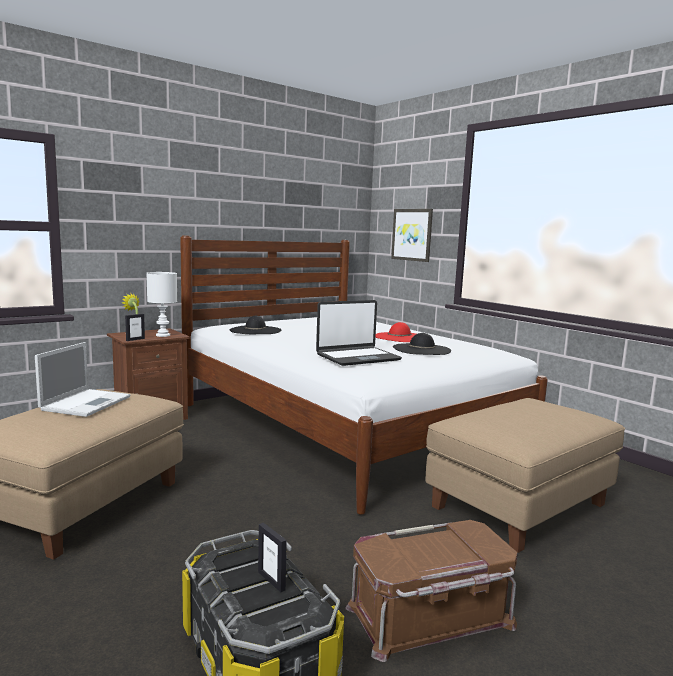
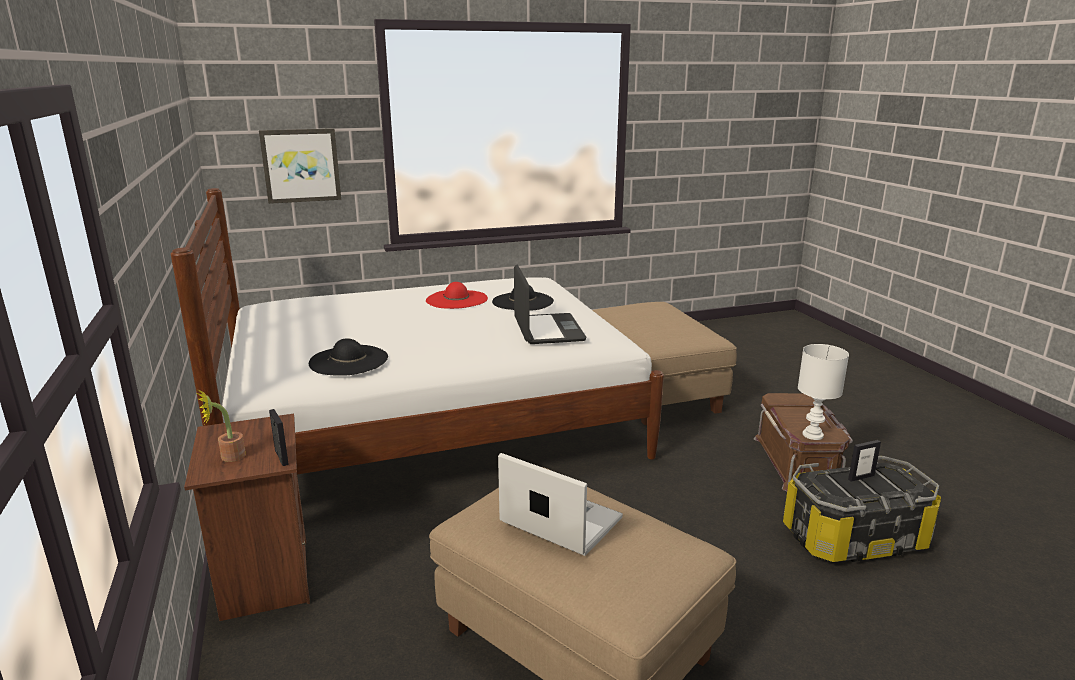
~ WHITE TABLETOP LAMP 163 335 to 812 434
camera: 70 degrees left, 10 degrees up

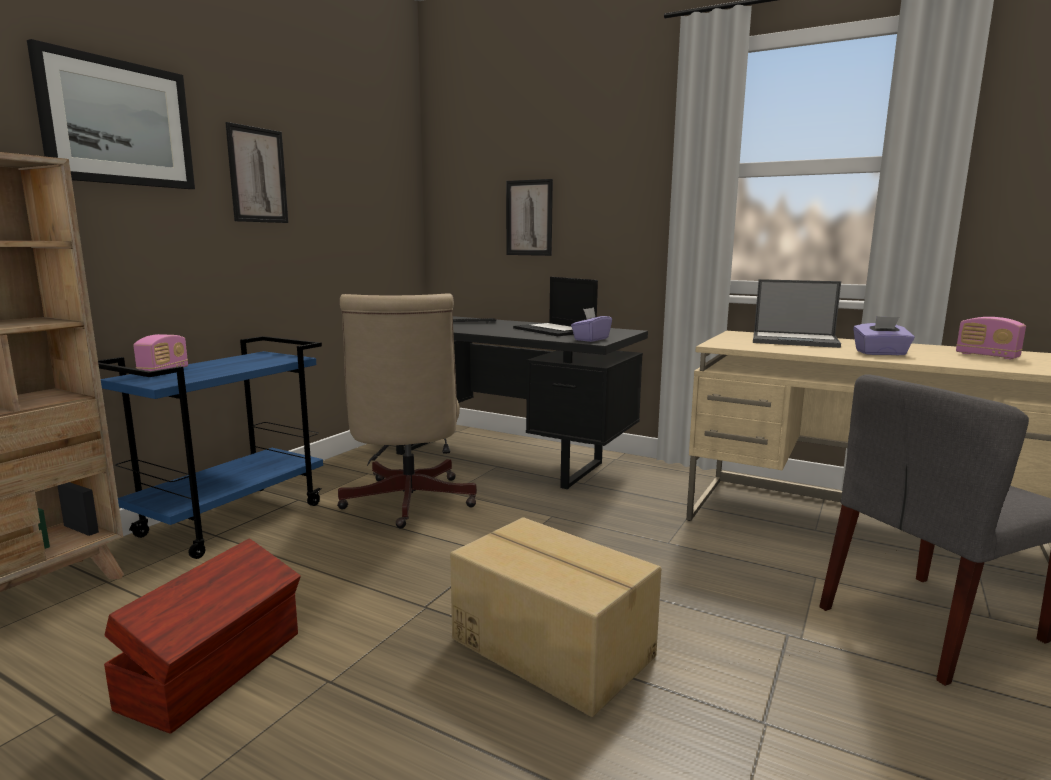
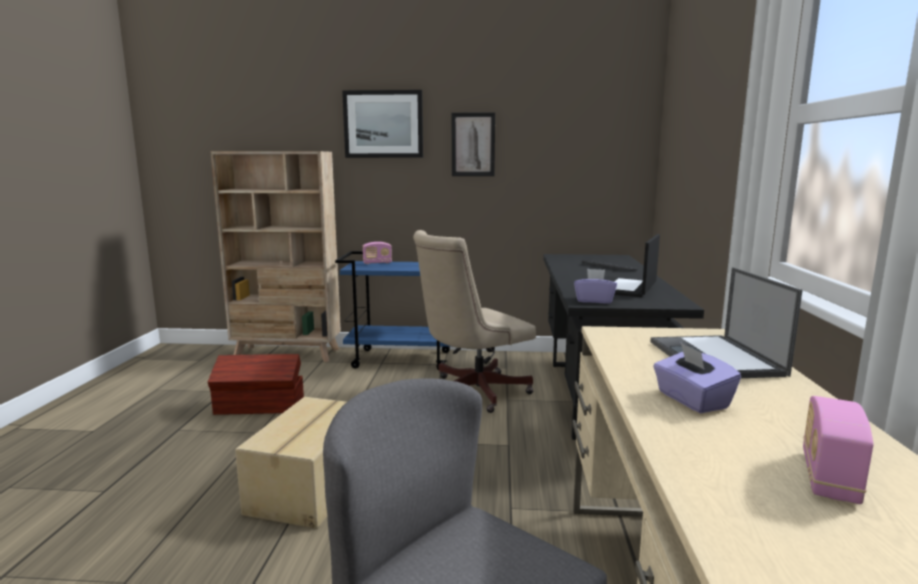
- PICTURE 529 218
camera: 65 degrees right, 0 degrees up

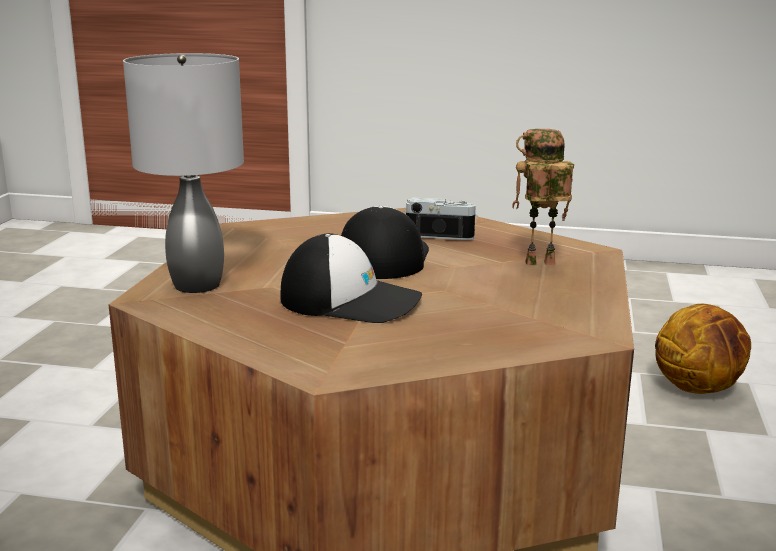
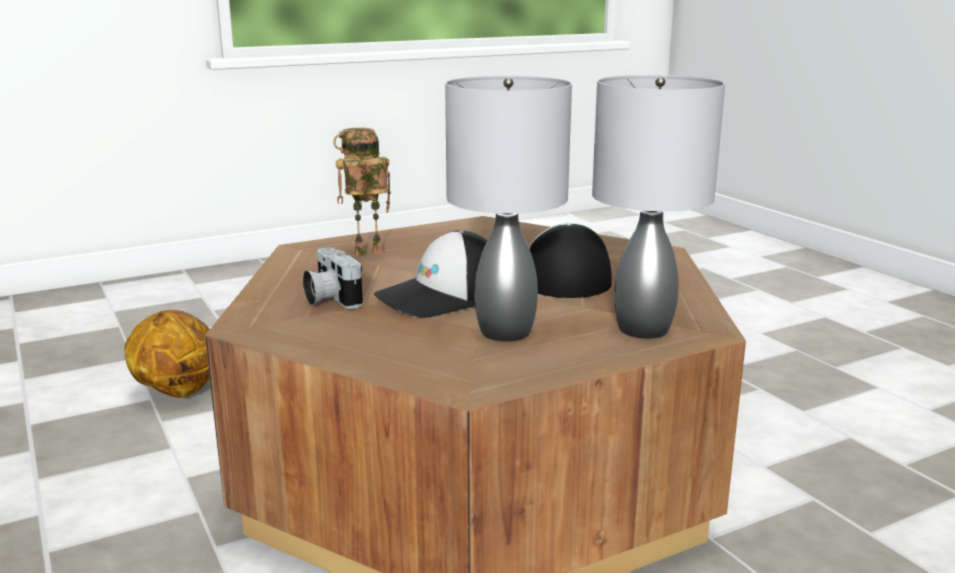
~ ROBOT FIGURE 538 264 = 366 254 120 degrees clockwise
+ GRAY TABLETOP LAMP 505 332
camera: 130 degrees left, 0 degrees up

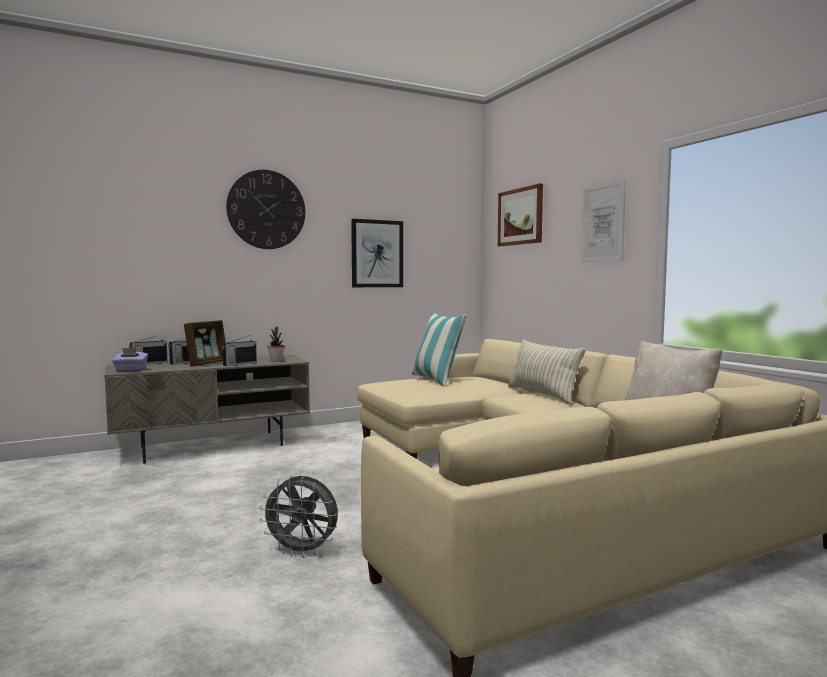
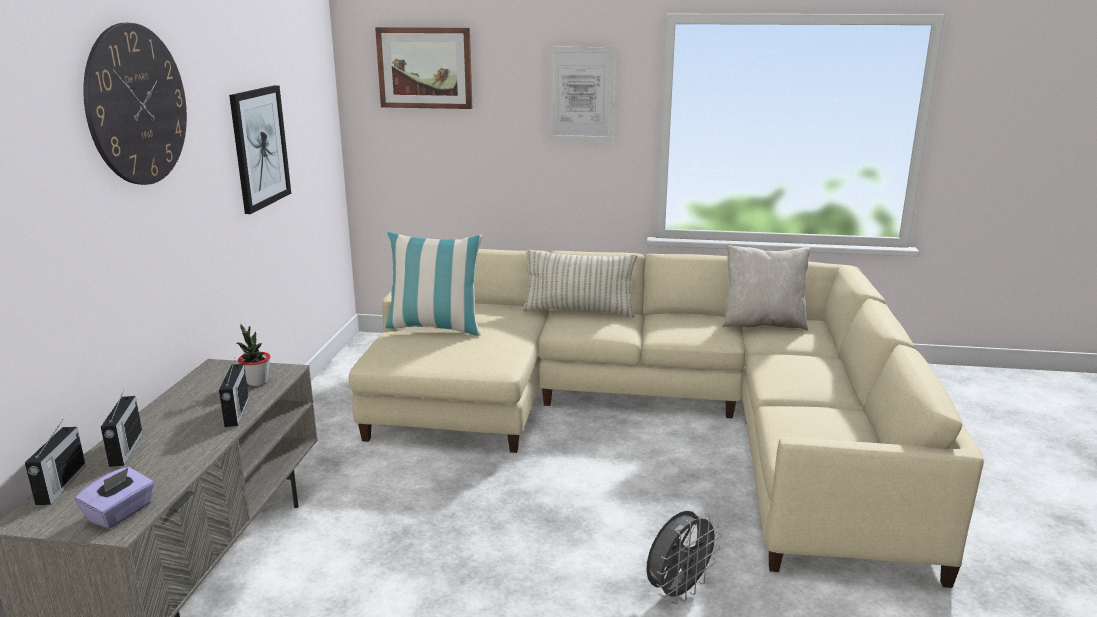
- PICTURE FRAME 207 364
camera: 55 degrees left, 15 degrees up

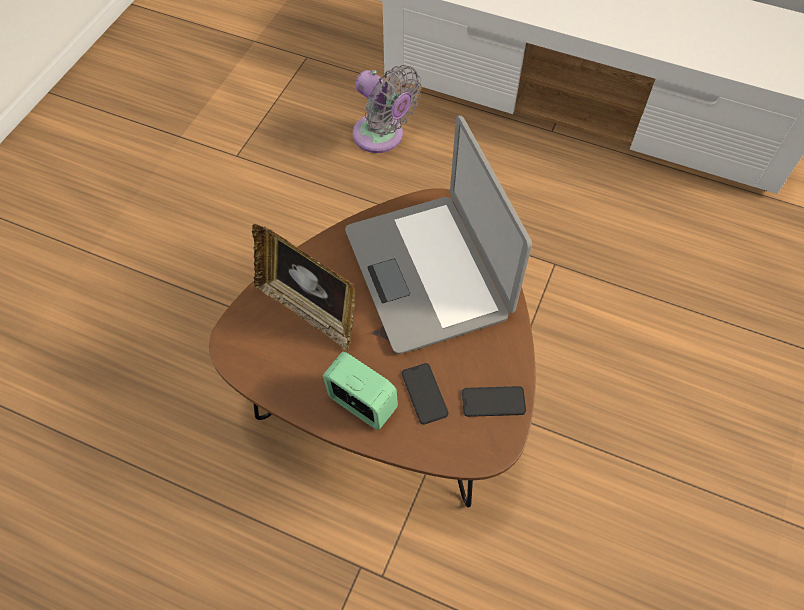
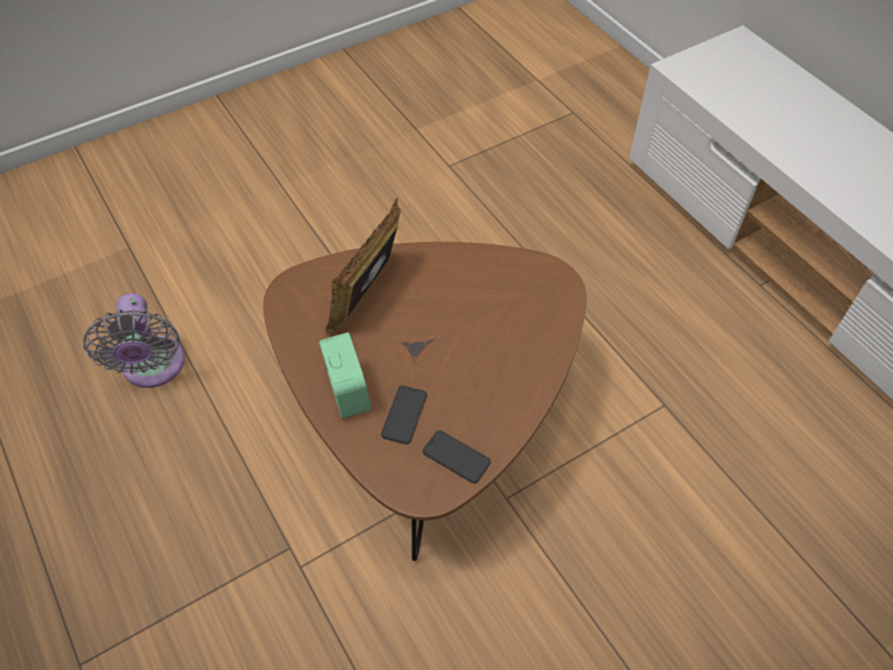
~ PICTURE FRAME 309 310 = 368 296 45 degrees clockwise
- LAPTOP 428 272
~ GRAY FAN 382 137 to 153 368
camera: 35 degrees right, 5 degrees down

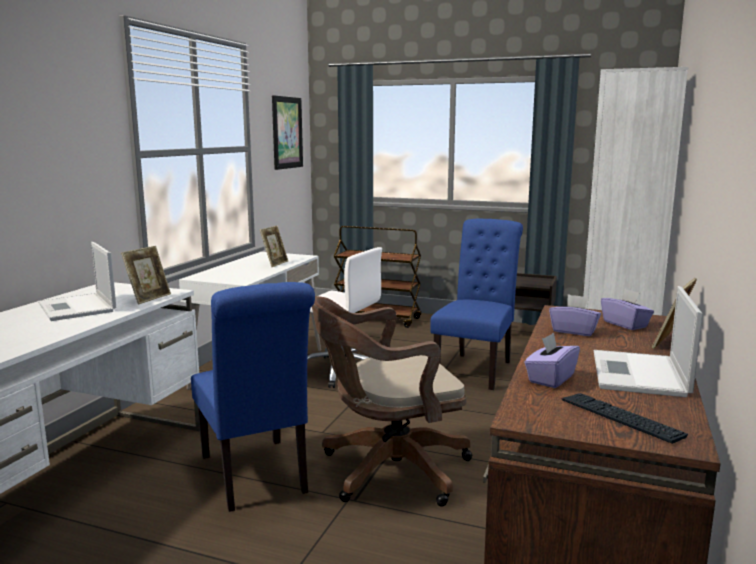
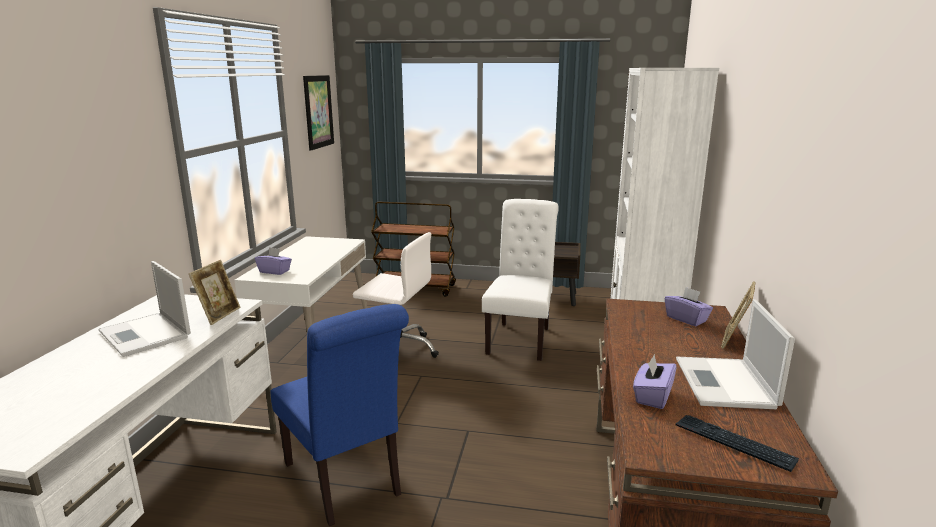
- PICTURE FRAME 275 264
- BROWNISH COMPUTER CHAIR 387 470
~ BLUE-COLOURED UPRIGHT CHAIR 476 369 to WHITE UPRIGHT CHAIR 520 338
~ PURPLISH BOX OF TISSUES 574 331 to 274 271
camera: 10 degrees left, 5 degrees up

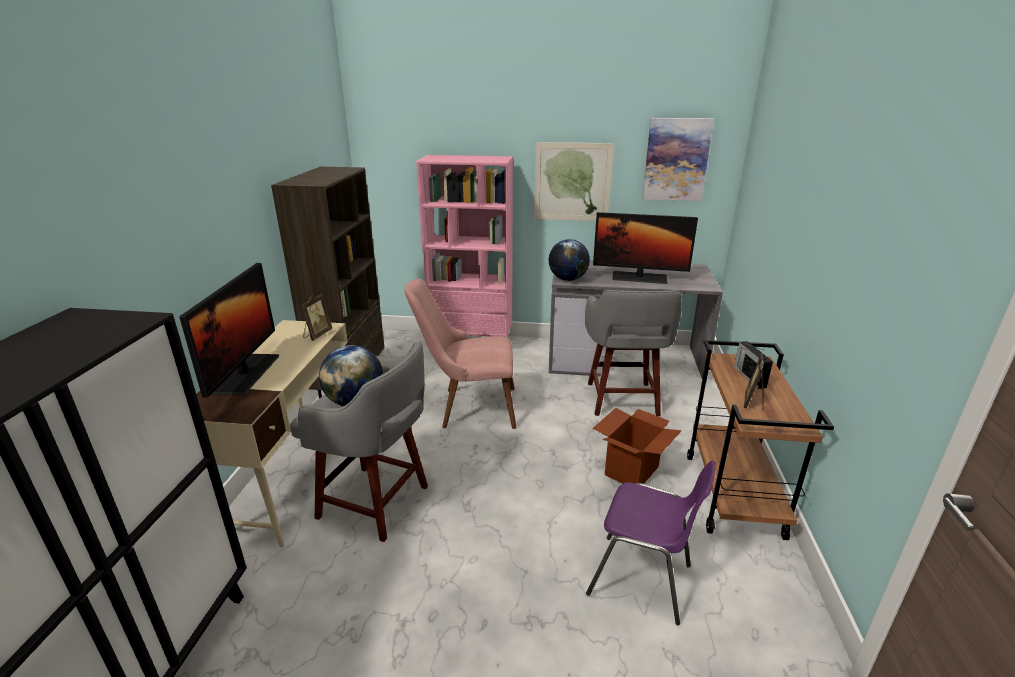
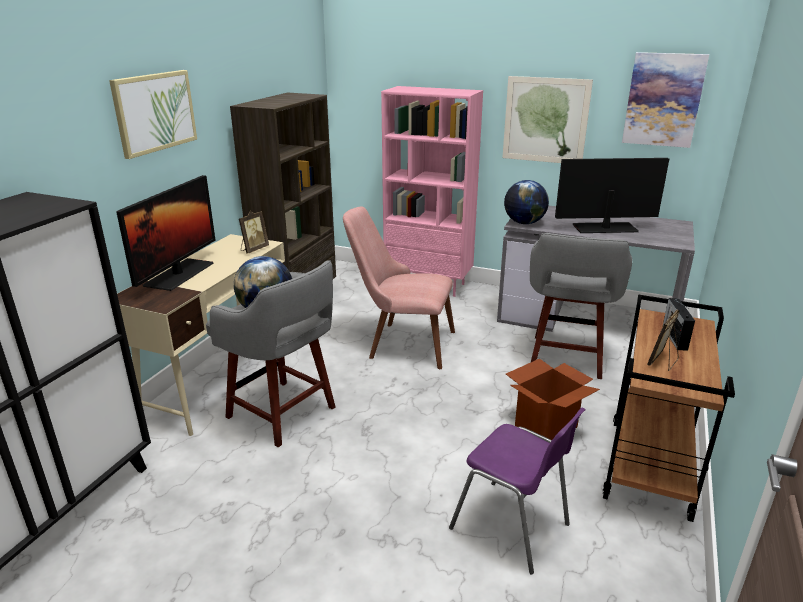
~ MONITOR 639 277 = 604 228 150 degrees clockwise
+ PICTURE 155 112
camera: 15 degrees right, 0 degrees up

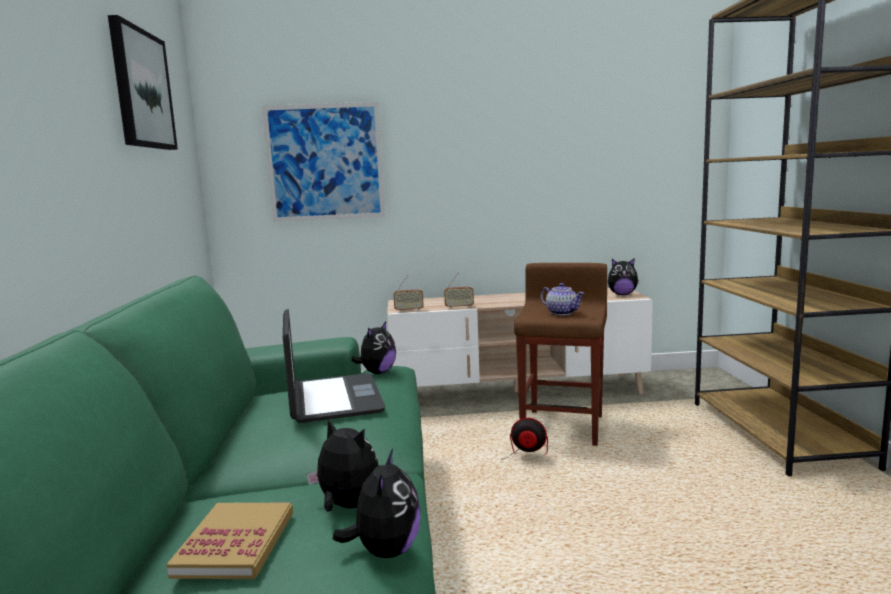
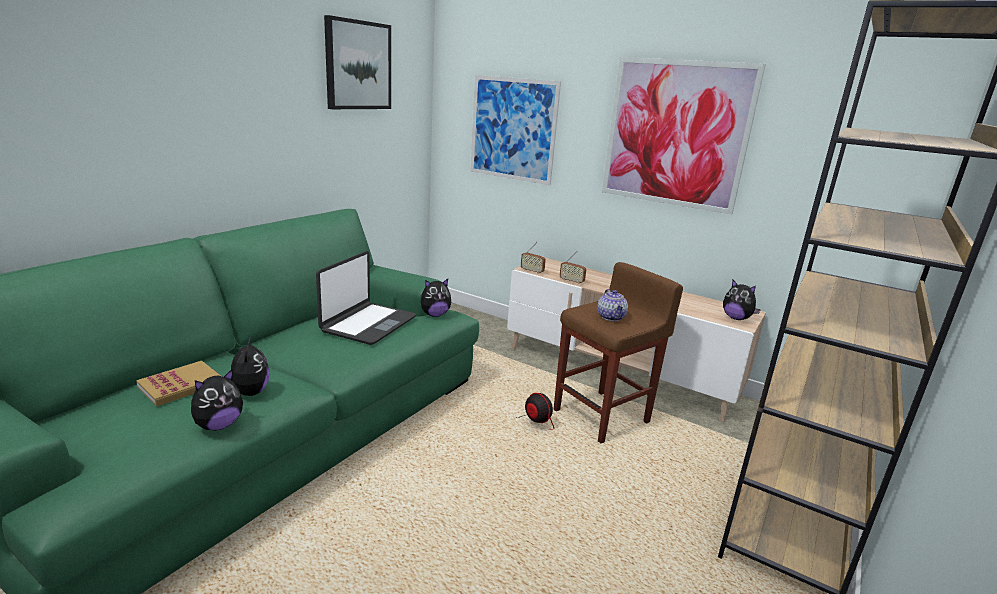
+ PICTURE 676 134
camera: 35 degrees right, 10 degrees up

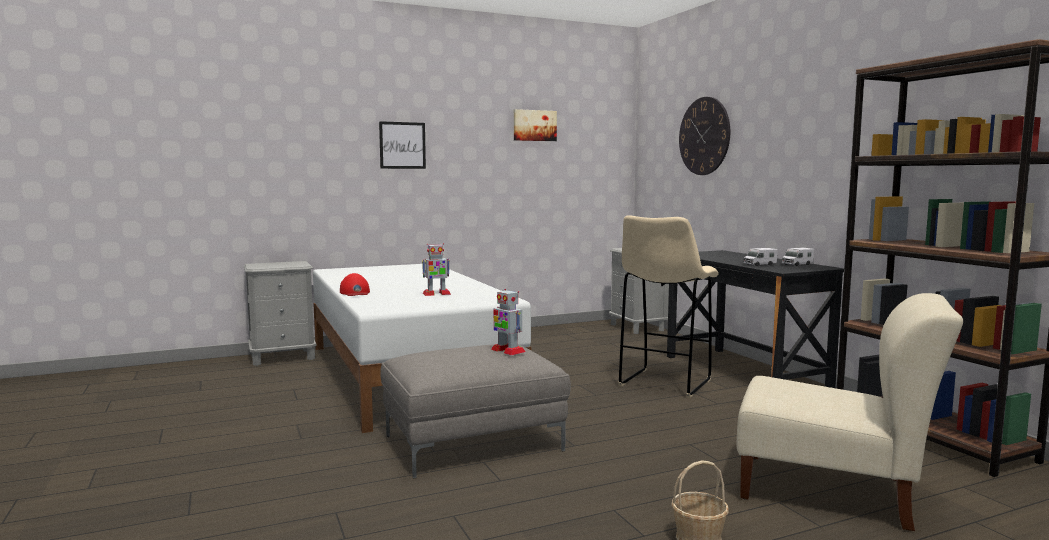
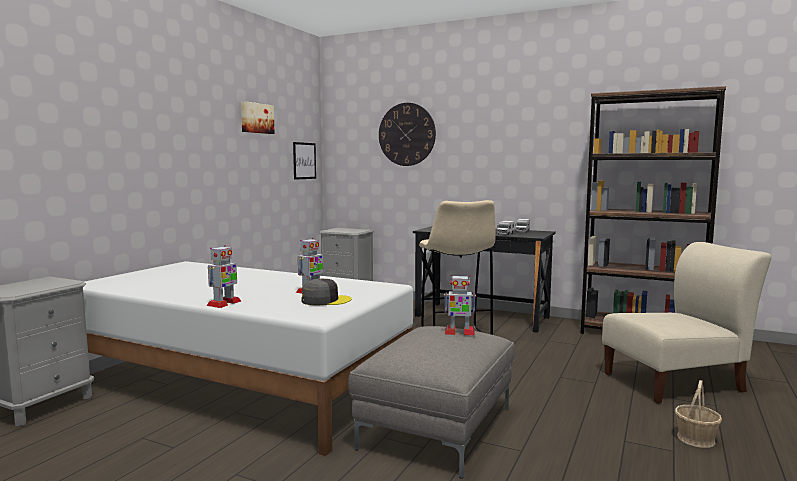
~ RED-COLOURED CAP 355 292 to ROBOT FIGURE 224 303
~ PICTURE 402 145 to 304 160
+ GRAY CAP 325 300
camera: 40 degrees left, 0 degrees up

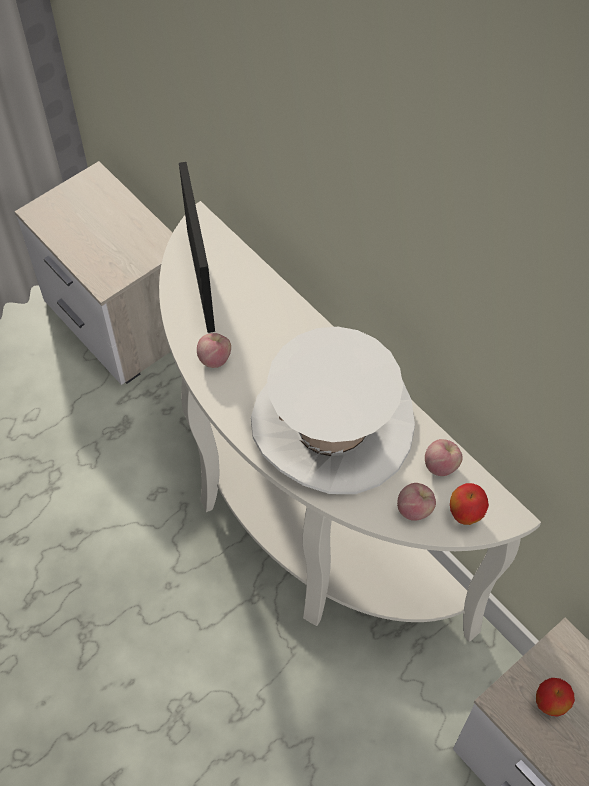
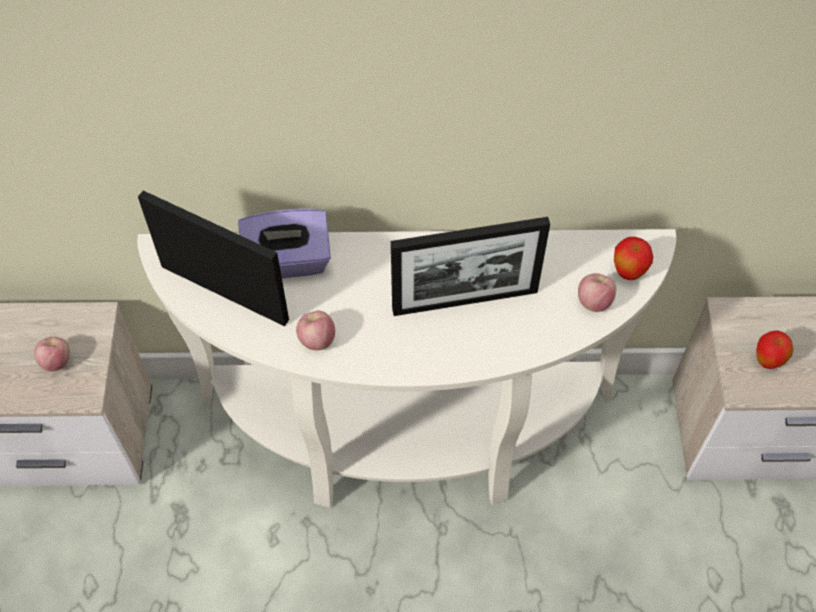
~ WHITE HAT 332 424 to PICTURE FRAME 465 301
~ APPLE 441 465 to 56 361
+ PURPLISH BOX OF TISSUES 288 262
camera: 50 degrees left, 0 degrees up

